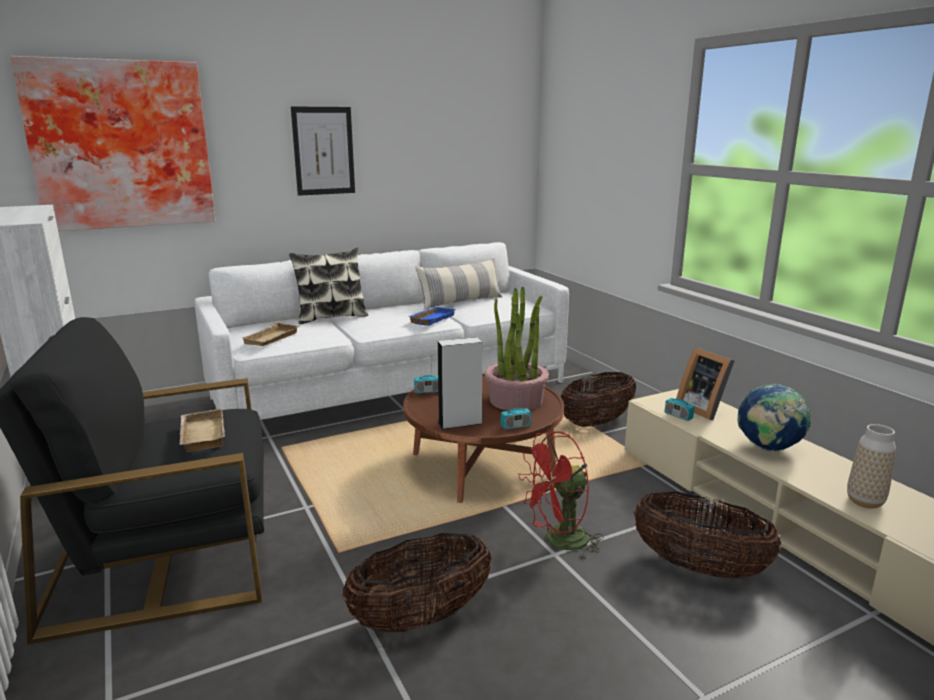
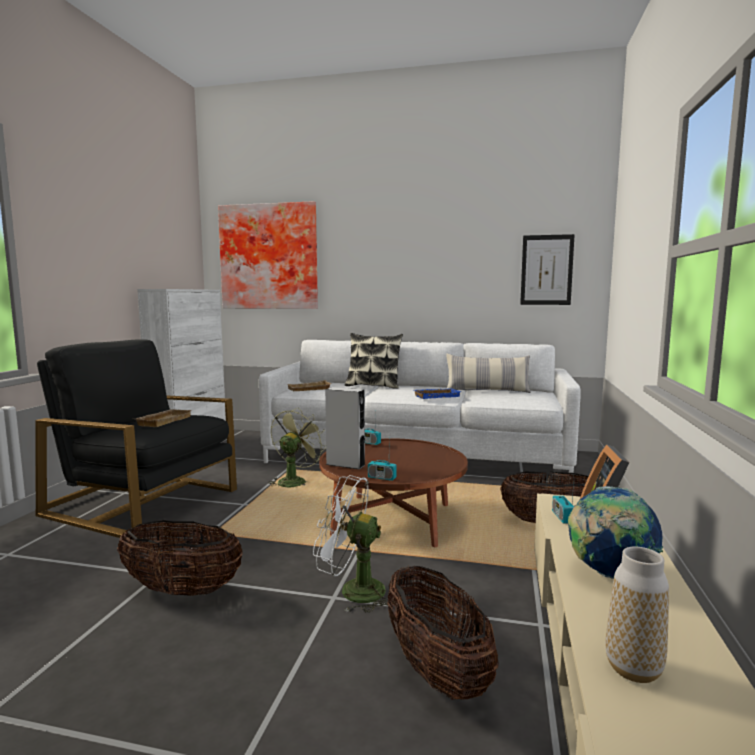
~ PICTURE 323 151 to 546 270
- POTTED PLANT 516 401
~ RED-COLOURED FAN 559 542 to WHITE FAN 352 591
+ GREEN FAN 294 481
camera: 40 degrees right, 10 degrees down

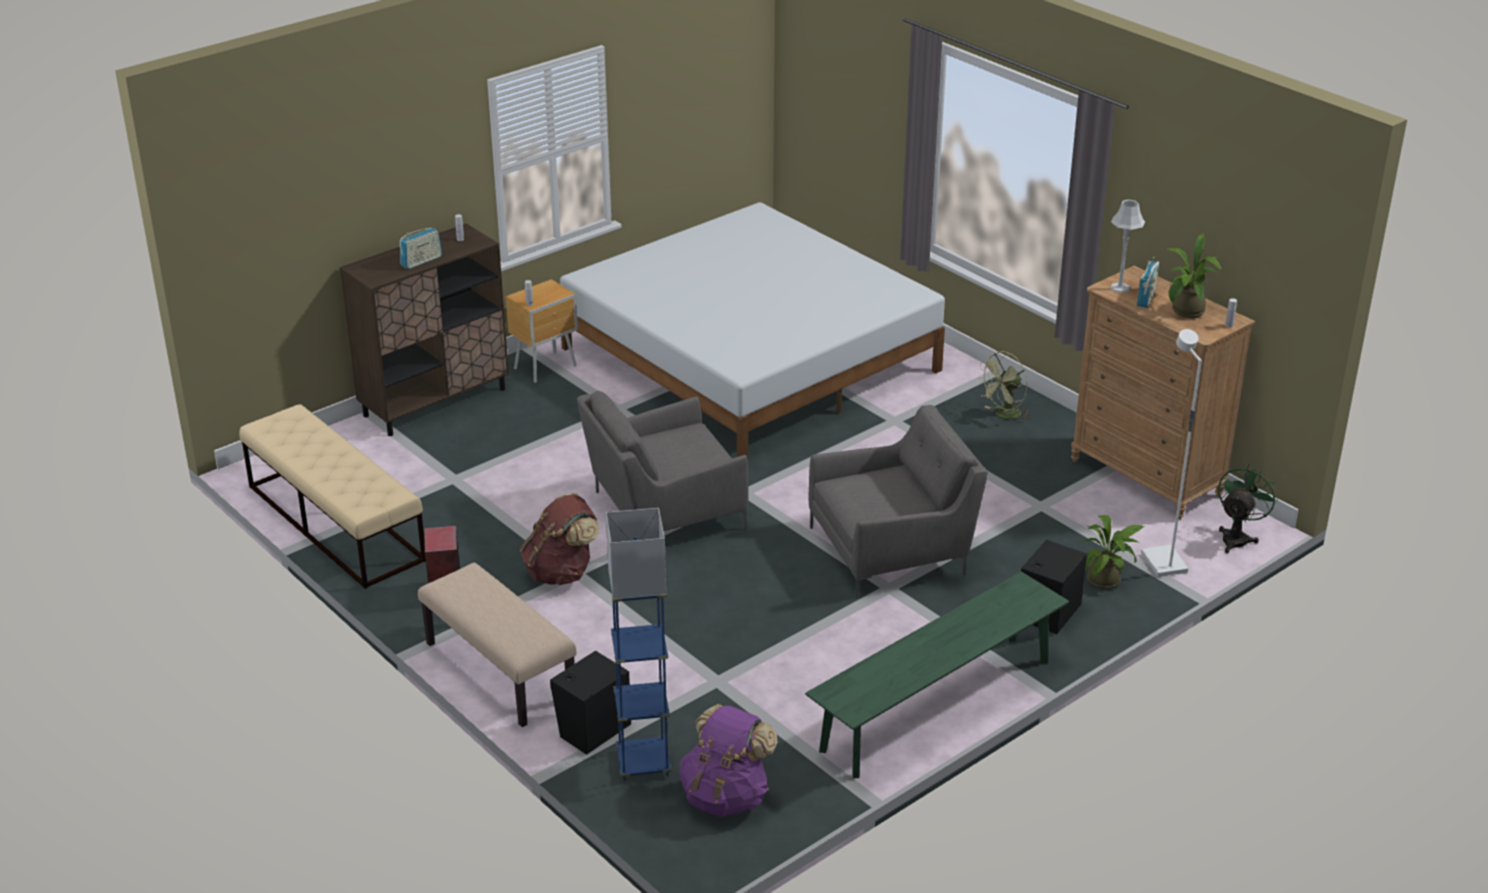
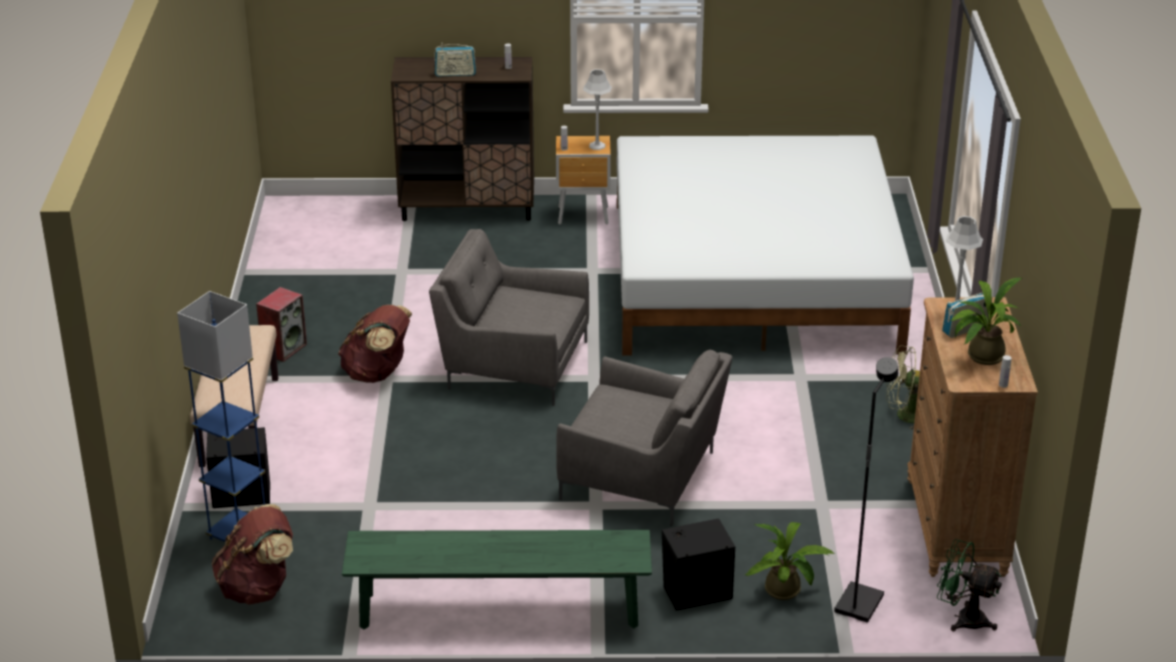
- SAND-COLOURED BENCH 335 522
~ PURPLISH BACKPACK 726 796 to BROWNISH BACKPACK 258 588
~ WHITE FLOOR LAMP 1162 563 to BLACK FLOOR LAMP 858 603
~ GREEN FAN 1237 537 = 963 618 135 degrees counterclockwise
+ GRAY TABLETOP LAMP 597 146
camera: 40 degrees right, 0 degrees up

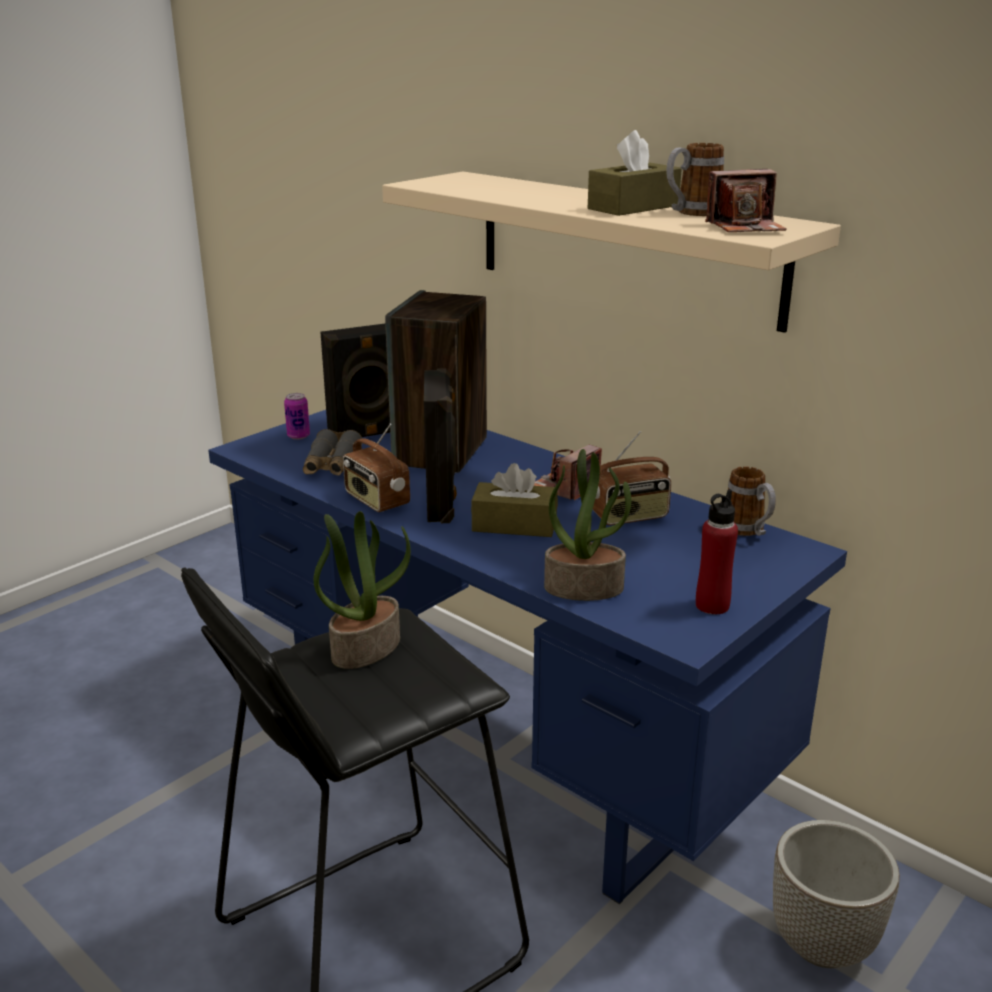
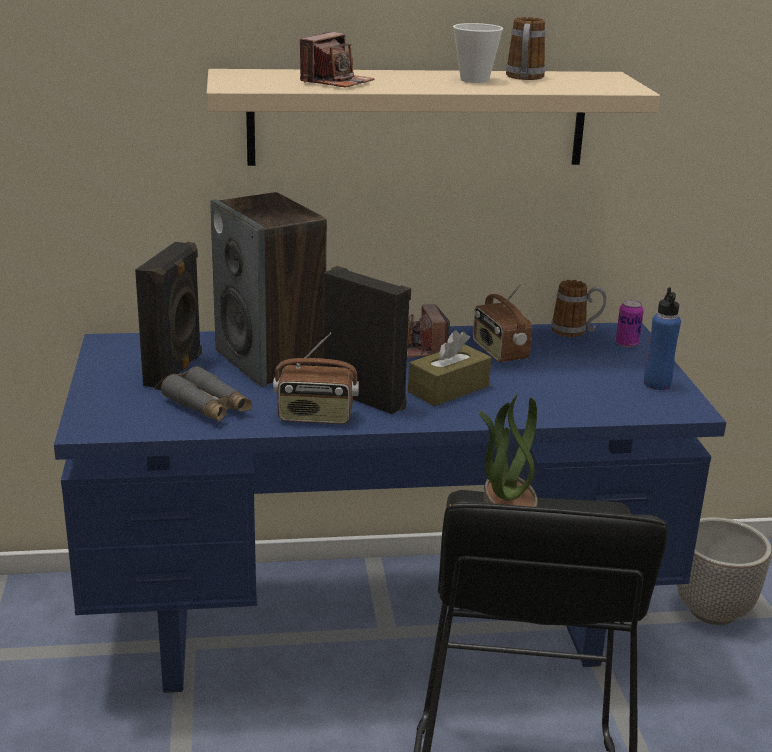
~ METAL CAN 298 436 to 627 344
- POTTED PLANT 584 587
~ BROWNISH BOX OF TISSUES 633 207 to CUP 474 80
~ RADIO SET 629 516 = 499 352 135 degrees clockwise
~ RED-COLOURED DRINK BOTTLE 712 605 to BLUE-COLOURED DRINK BOTTLE 657 384
~ STILL CAMERA 745 227 to 336 82
camera: 50 degrees left, 0 degrees up

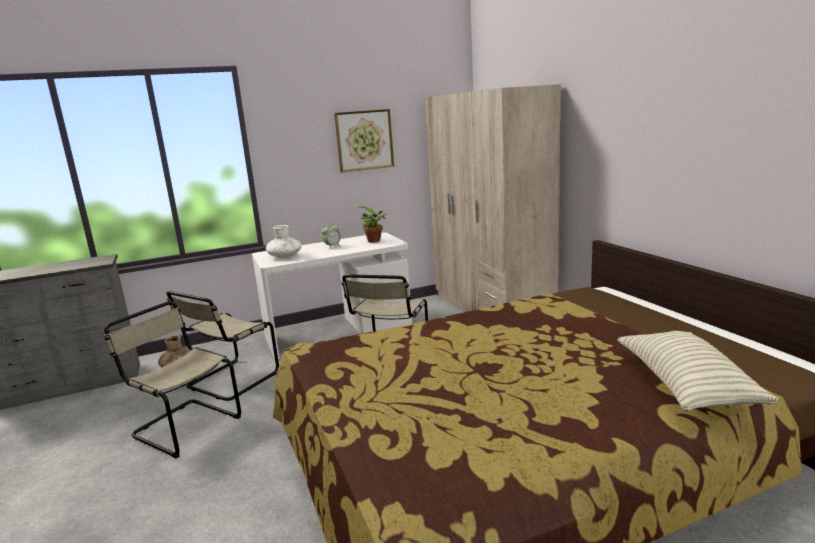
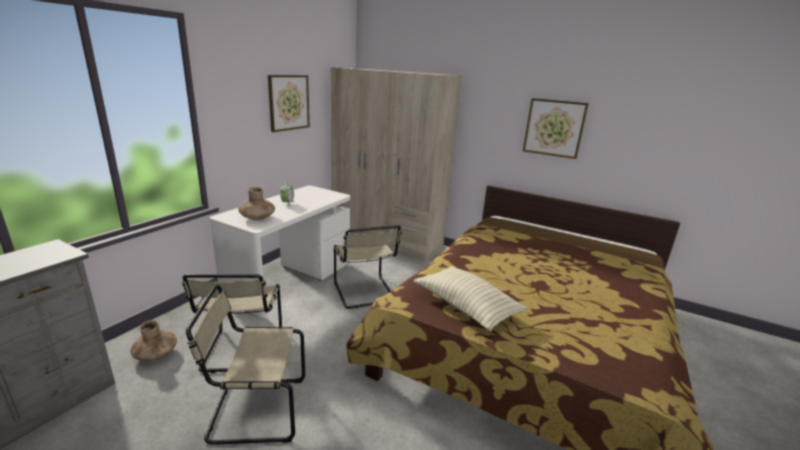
~ WHITE DECORATIVE VASE 285 256 to BROWNISH DECORATIVE VASE 257 218
- POTTED PLANT 375 241
~ CUSHION 685 386 to 466 307
+ PICTURE 554 128
camera: 40 degrees left, 5 degrees up

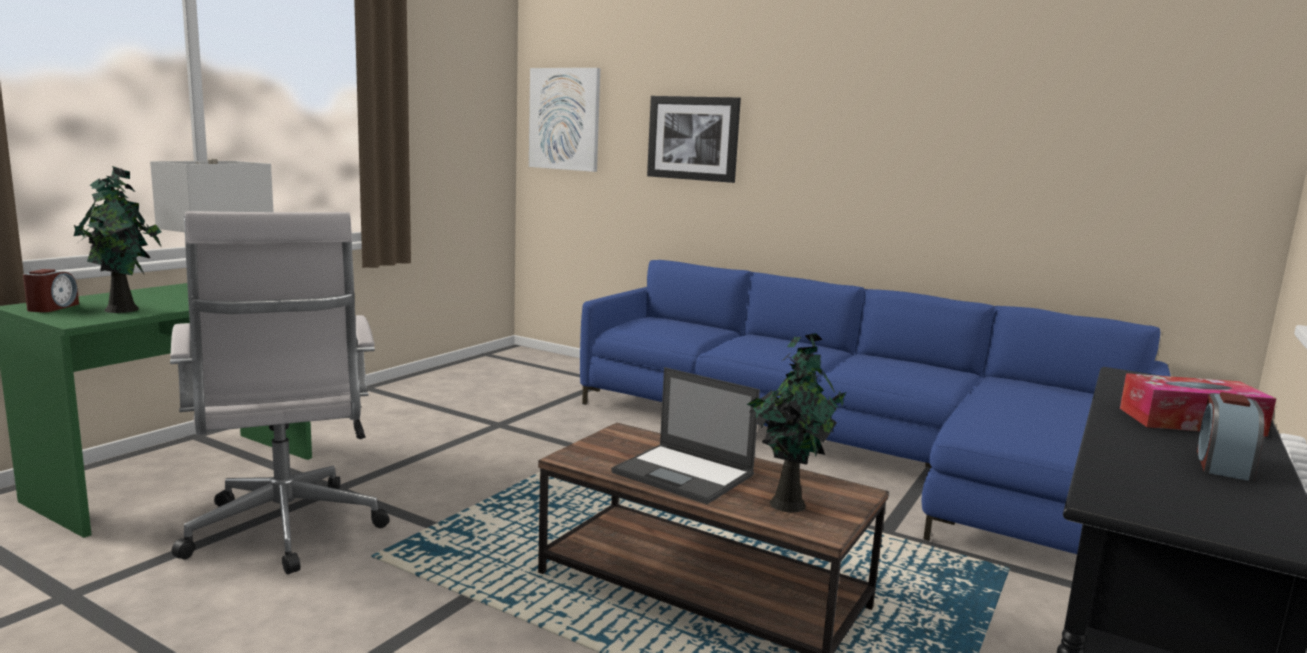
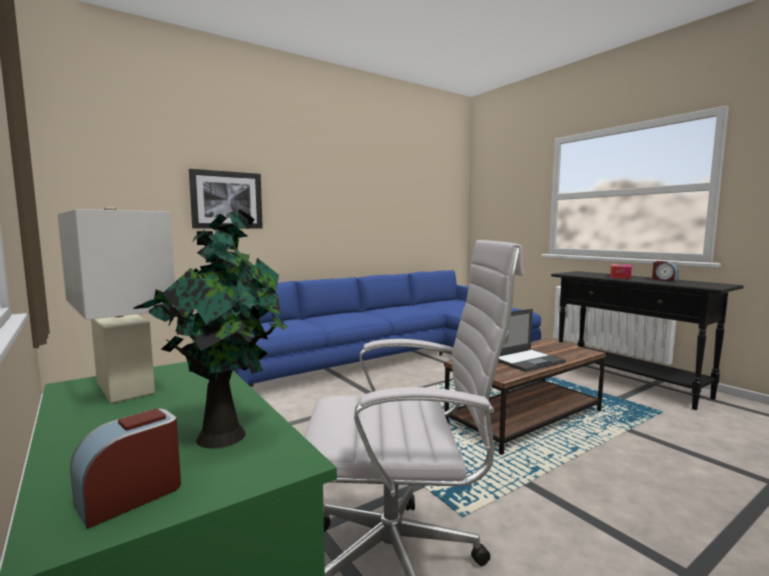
~ BEDSIDE CLOCK 52 307 = 131 496 75 degrees counterclockwise
- PICTURE 565 119
- POTTED PLANT 787 503
camera: 65 degrees left, 5 degrees down

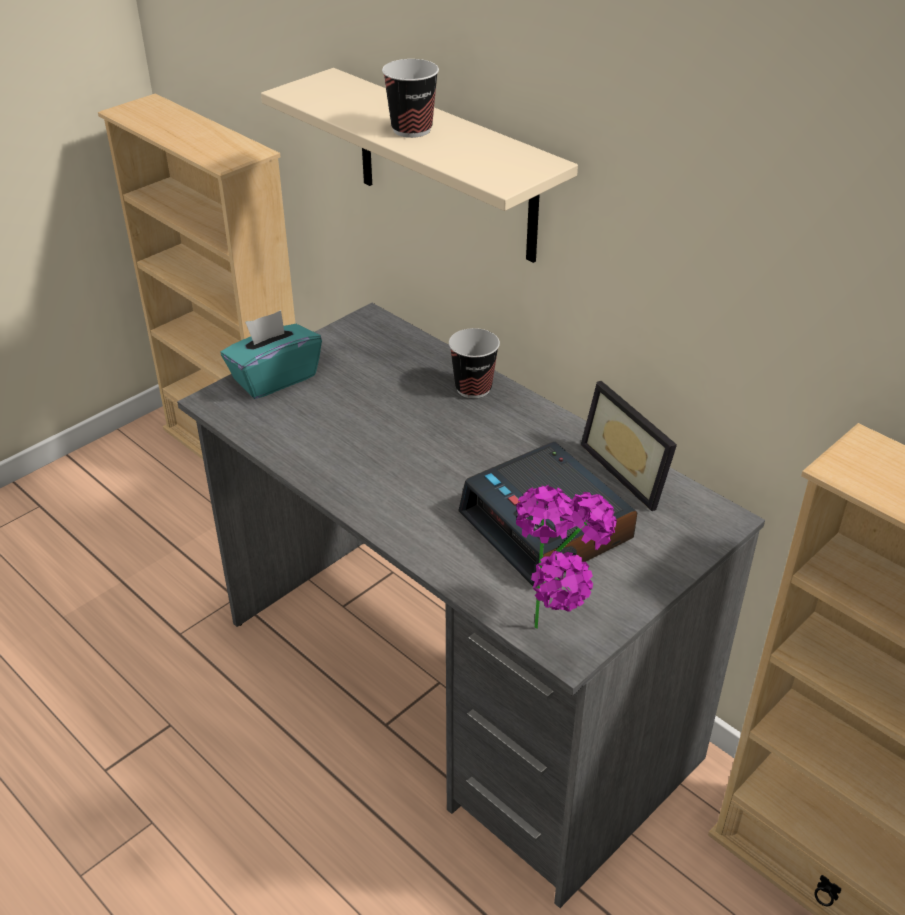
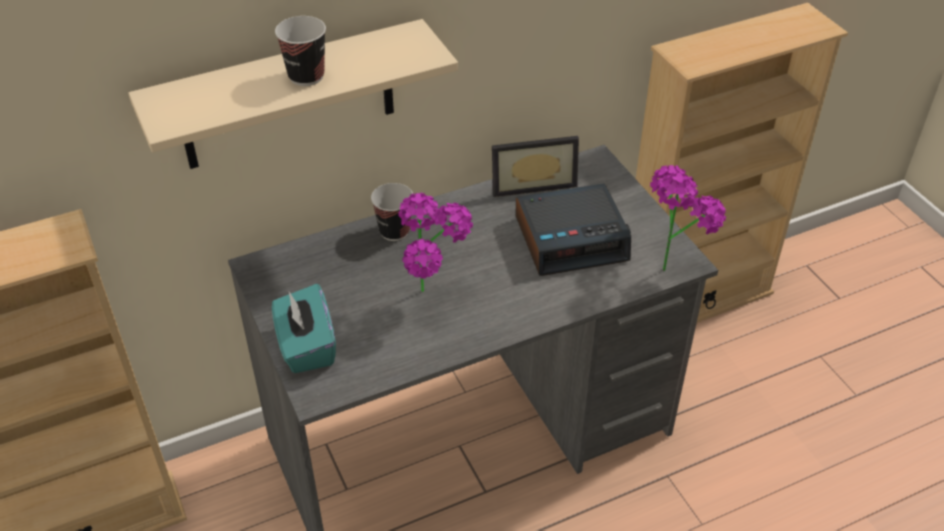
+ POTTED PLANT 436 297
camera: 70 degrees left, 5 degrees up

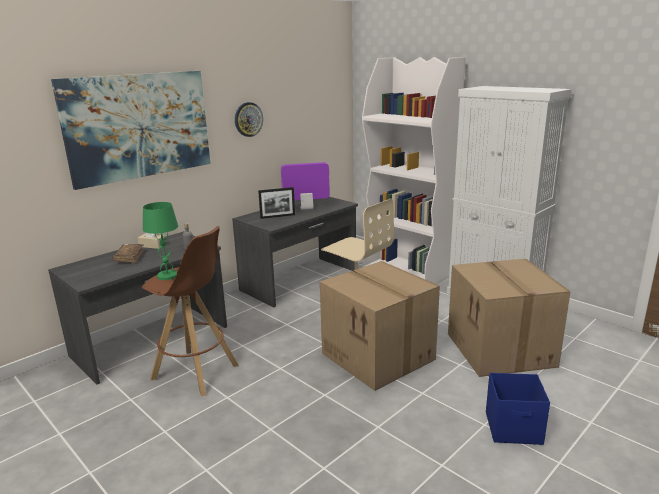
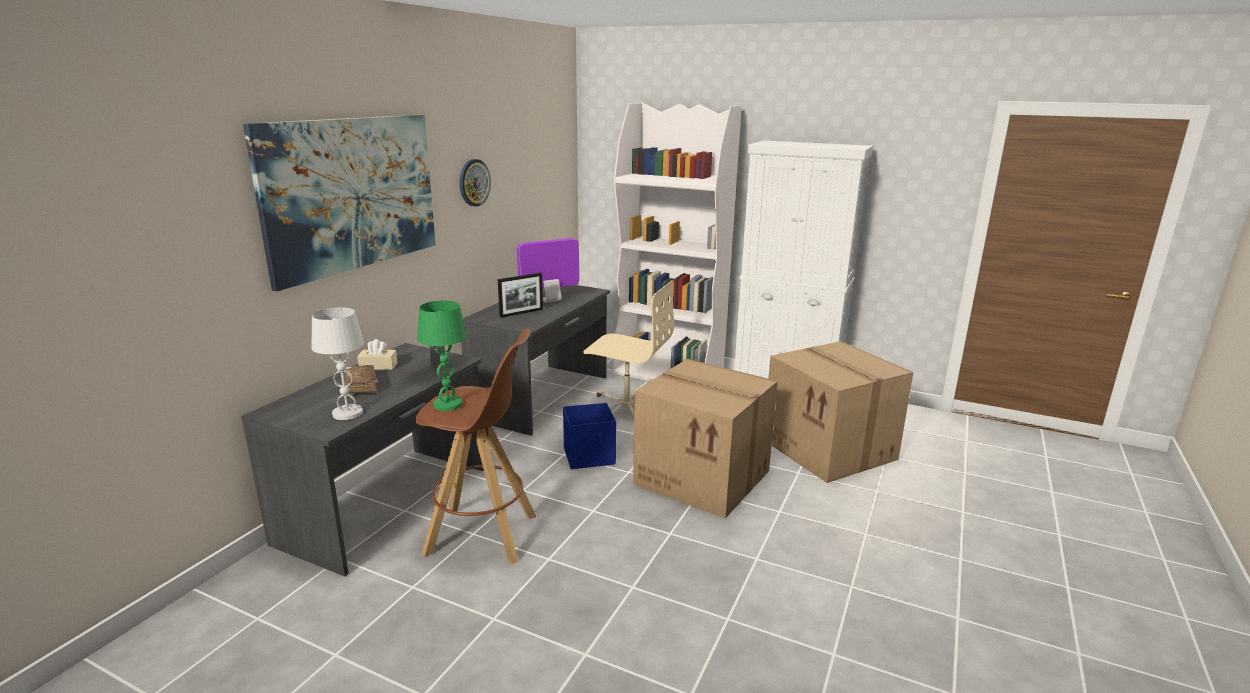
~ BLUE-COLOURED STORAGE CONTAINER 514 429 to 590 456
+ WHITE TABLETOP LAMP 348 413
camera: 20 degrees left, 0 degrees up

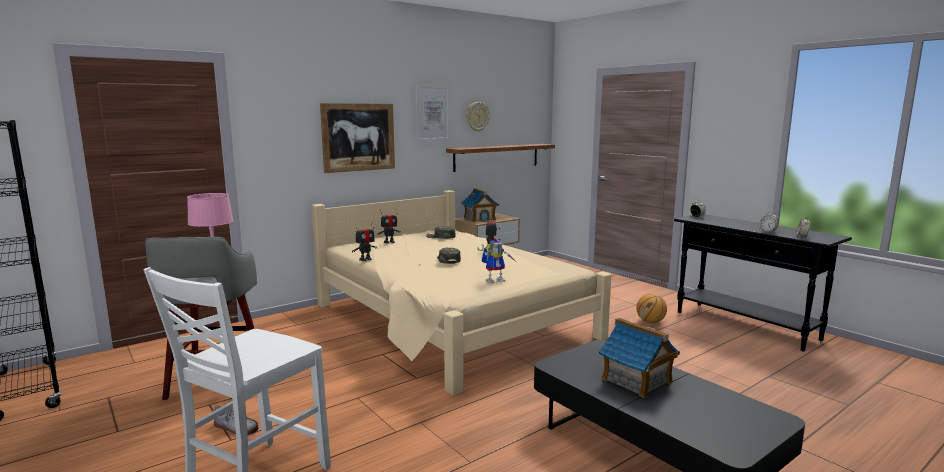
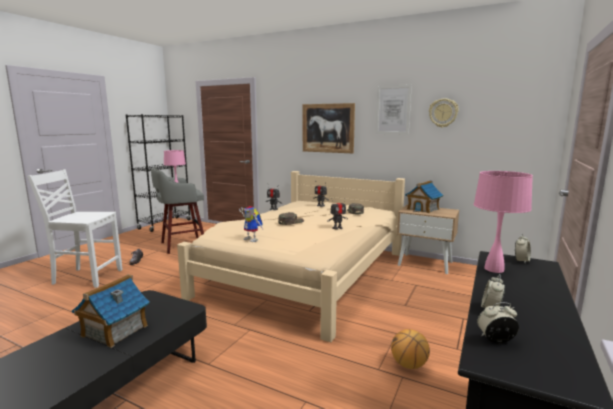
- BRACKET SHELF 497 157
+ PINK-COLOURED TABLETOP LAMP 494 269
camera: 65 degrees right, 0 degrees up

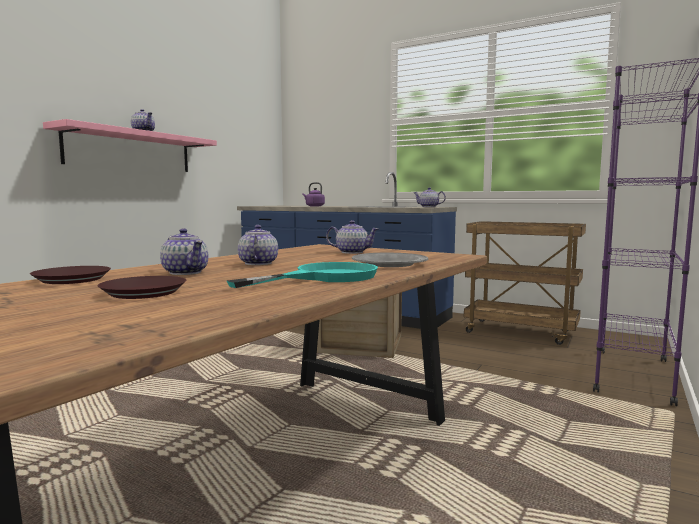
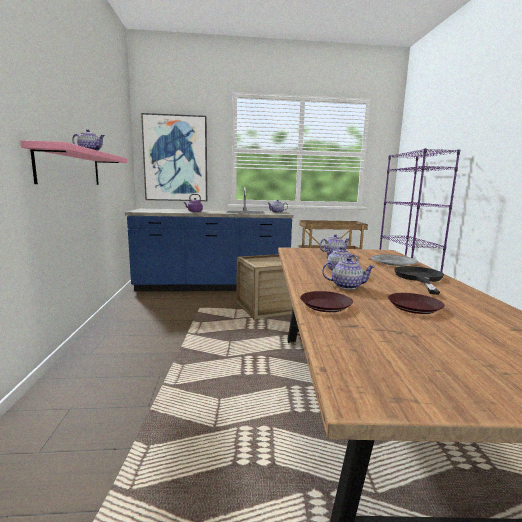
~ TURQUOISE SKILLET 324 277 to BLACK SKILLET 419 278
+ PICTURE 176 159
camera: 35 degrees left, 5 degrees up

